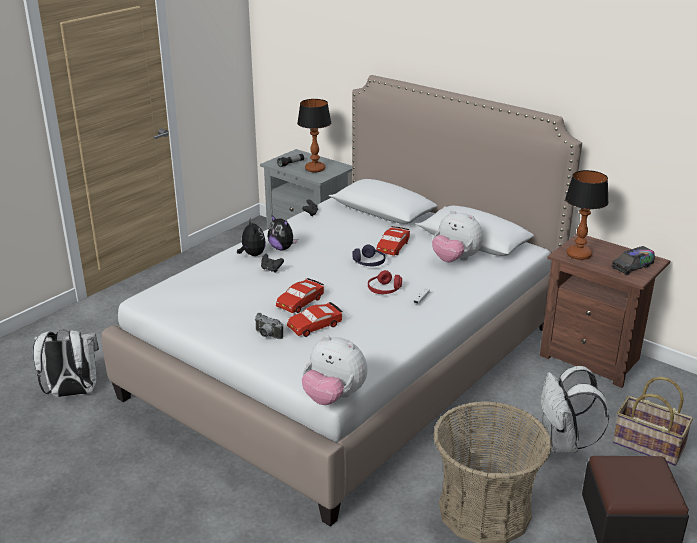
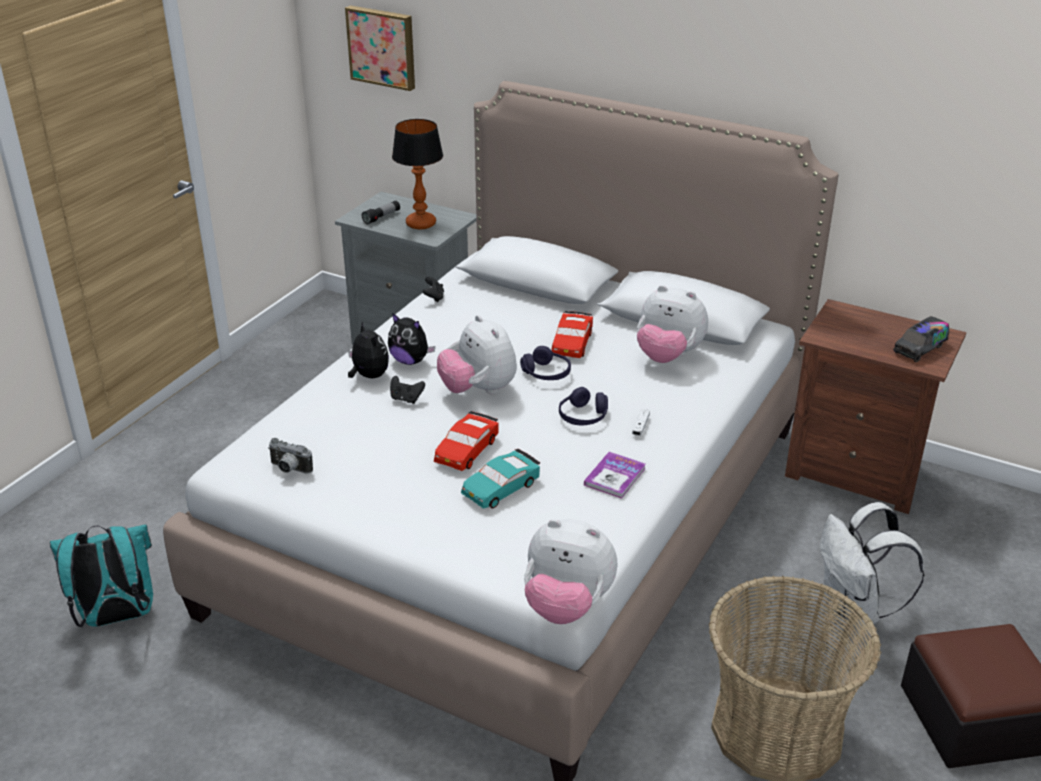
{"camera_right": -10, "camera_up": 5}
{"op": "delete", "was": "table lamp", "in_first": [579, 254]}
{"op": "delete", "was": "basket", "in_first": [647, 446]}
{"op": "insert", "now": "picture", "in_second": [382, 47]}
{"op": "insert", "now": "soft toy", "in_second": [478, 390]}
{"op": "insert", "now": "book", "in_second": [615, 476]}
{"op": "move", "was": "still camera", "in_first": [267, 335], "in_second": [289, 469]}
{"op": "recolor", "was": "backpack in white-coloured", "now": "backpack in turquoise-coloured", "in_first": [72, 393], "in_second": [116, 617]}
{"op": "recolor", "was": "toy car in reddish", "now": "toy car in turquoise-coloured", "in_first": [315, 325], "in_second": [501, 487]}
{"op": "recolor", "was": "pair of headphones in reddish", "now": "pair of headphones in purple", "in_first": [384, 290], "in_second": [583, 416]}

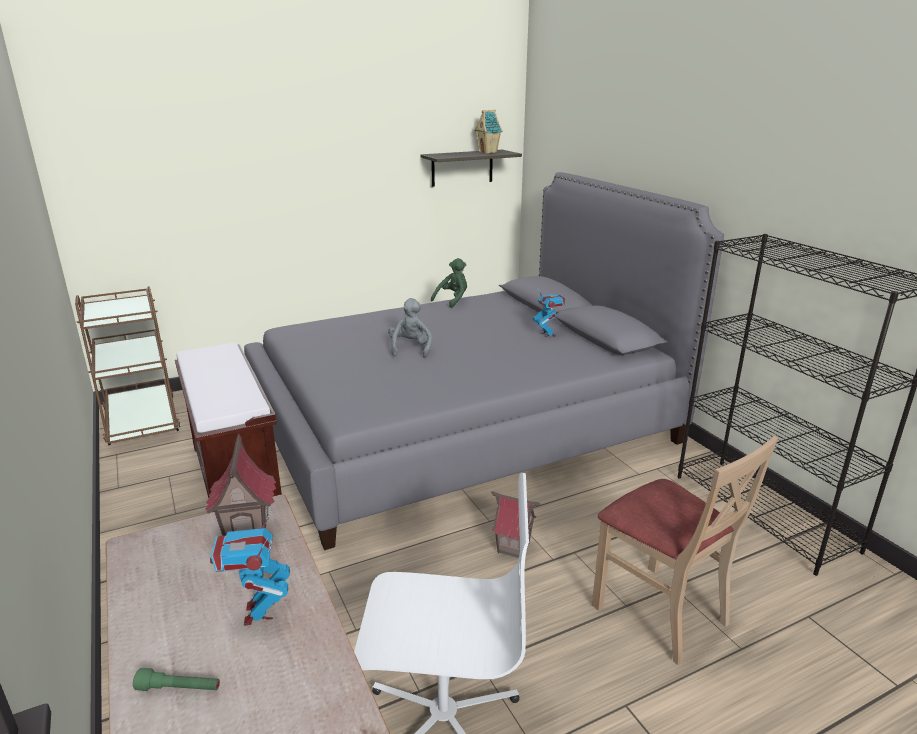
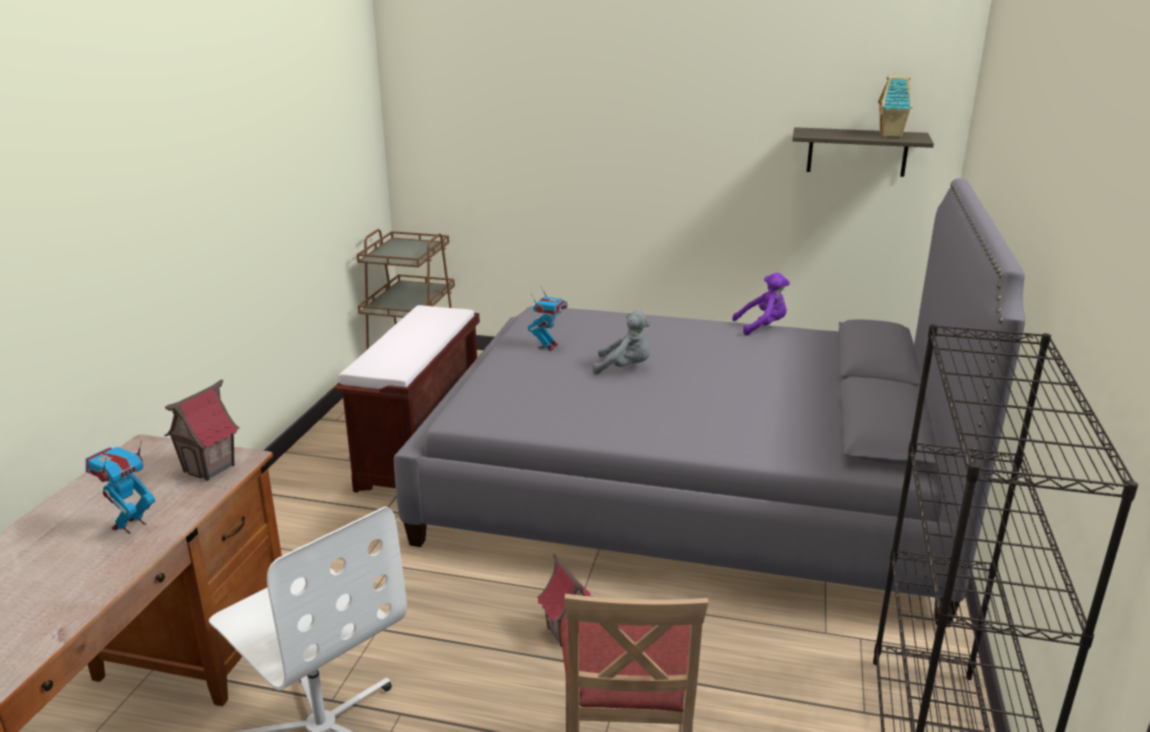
{"camera_right": 40, "camera_up": 0}
{"op": "delete", "was": "hand torch in greenish", "in_first": [179, 689]}
{"op": "move", "was": "model robot", "in_first": [548, 334], "in_second": [548, 346]}
{"op": "recolor", "was": "soft toy in greenish", "now": "soft toy in purple", "in_first": [452, 300], "in_second": [762, 327]}
{"op": "rotate", "was": "soft toy in grey", "in_first": [410, 349], "in_second": [625, 368], "clockwise": 60}

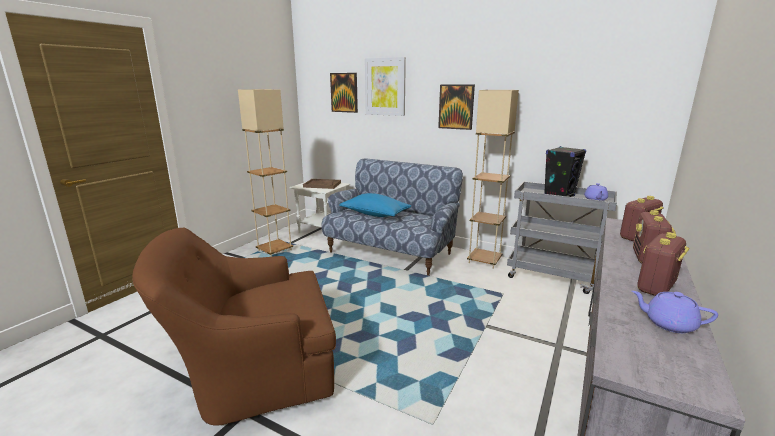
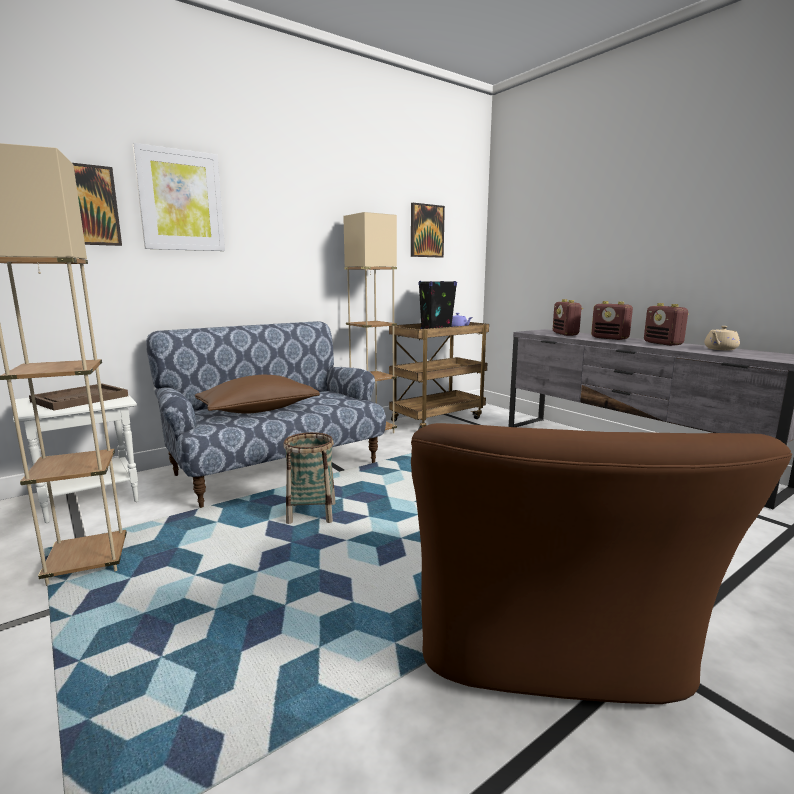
{"camera_right": -65, "camera_up": -5}
{"op": "insert", "now": "basket", "in_second": [311, 513]}
{"op": "move", "was": "picture", "in_first": [456, 107], "in_second": [426, 231]}
{"op": "recolor", "was": "cushion in bluish", "now": "cushion in brownish", "in_first": [375, 214], "in_second": [258, 410]}
{"op": "recolor", "was": "trolley in grey", "now": "trolley in brownish", "in_first": [553, 276], "in_second": [437, 419]}
{"op": "recolor", "was": "teapot in purple", "now": "teapot in sand-coloured", "in_first": [668, 324], "in_second": [720, 349]}

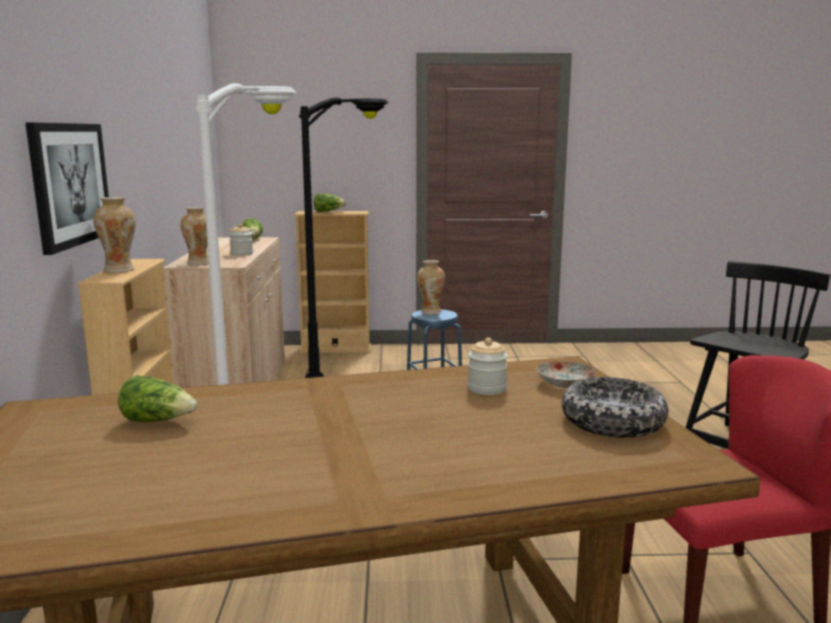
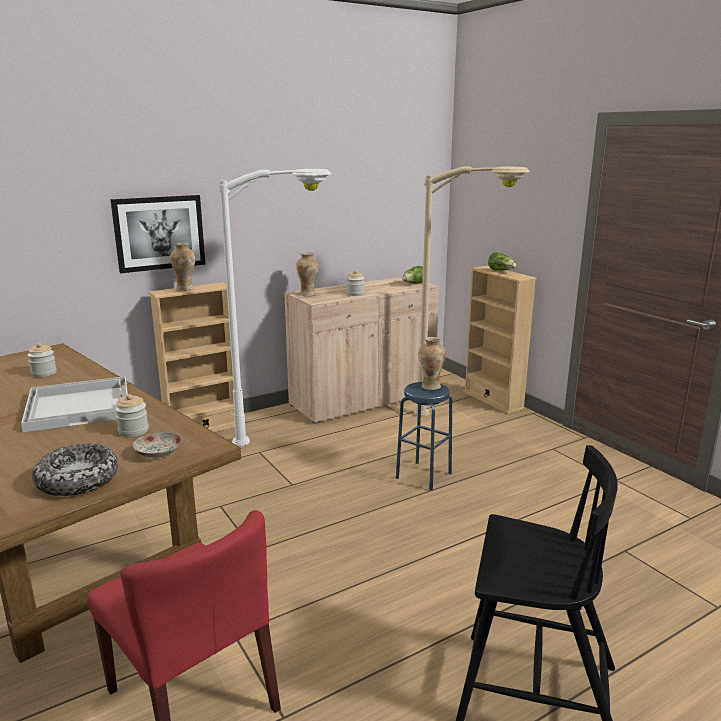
{"camera_right": 60, "camera_up": 5}
{"op": "insert", "now": "serving tray in white-coloured", "in_second": [80, 405]}
{"op": "replace", "was": "lettuce", "now": "storage jar", "in_first": [158, 421], "in_second": [44, 373]}
{"op": "recolor", "was": "standing lamp in black-coloured", "now": "standing lamp in sand-coloured", "in_first": [358, 365], "in_second": [471, 419]}

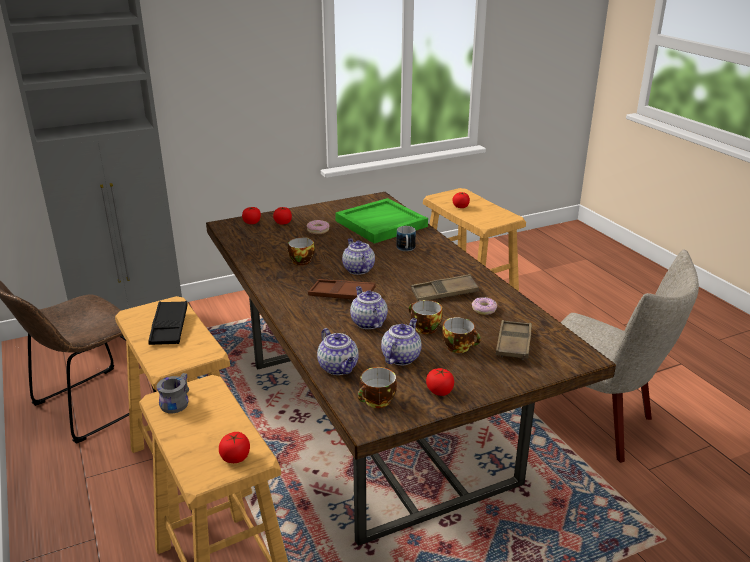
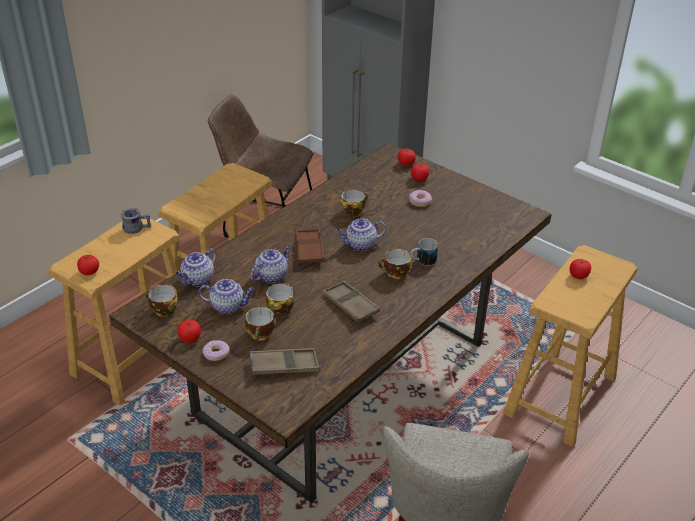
{"camera_right": 65, "camera_up": 10}
{"op": "delete", "was": "serving tray in black-coloured", "in_first": [169, 327]}
{"op": "delete", "was": "serving tray in greenish", "in_first": [381, 224]}
{"op": "insert", "now": "drinking cup", "in_second": [395, 274]}
{"op": "move", "was": "ring doughnut", "in_first": [483, 309], "in_second": [216, 353]}
{"op": "rotate", "was": "teapot", "in_first": [358, 269], "in_second": [360, 245], "clockwise": -150}

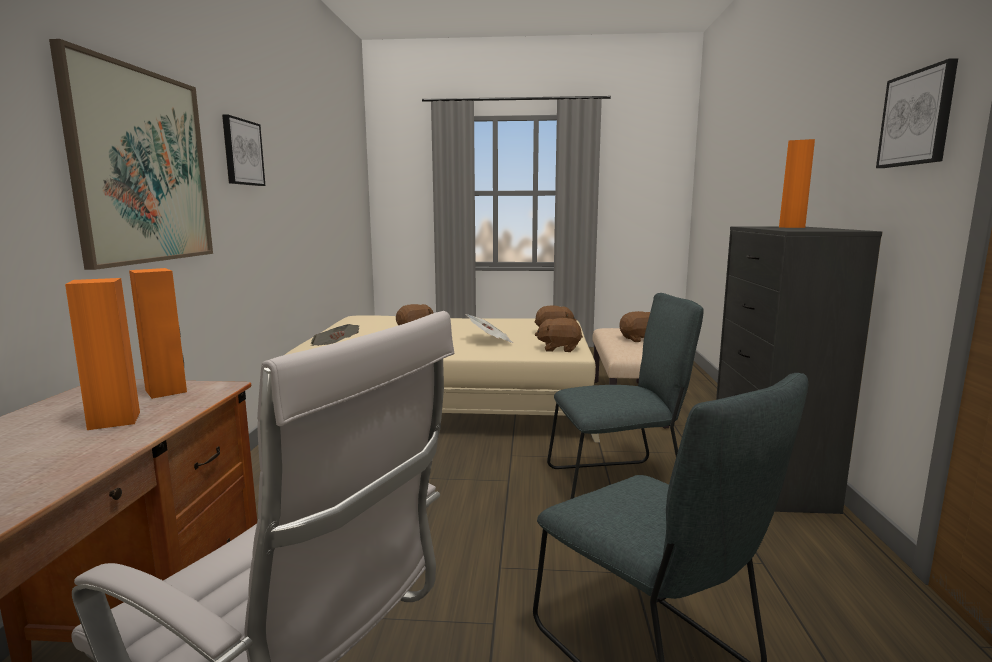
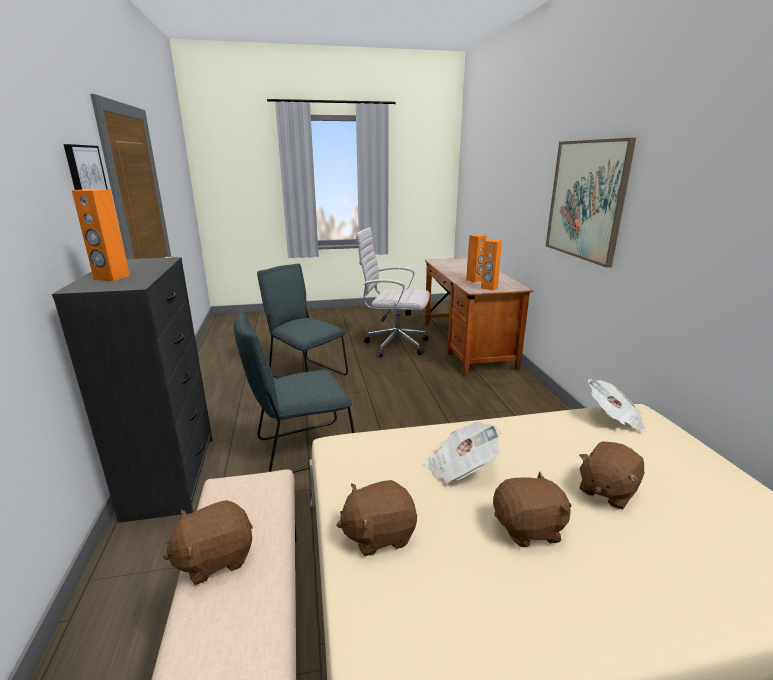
{"camera_right": 165, "camera_up": 10}
{"op": "delete", "was": "picture", "in_first": [242, 152]}
{"op": "move", "was": "soft toy in brownish", "in_first": [559, 349], "in_second": [528, 528]}

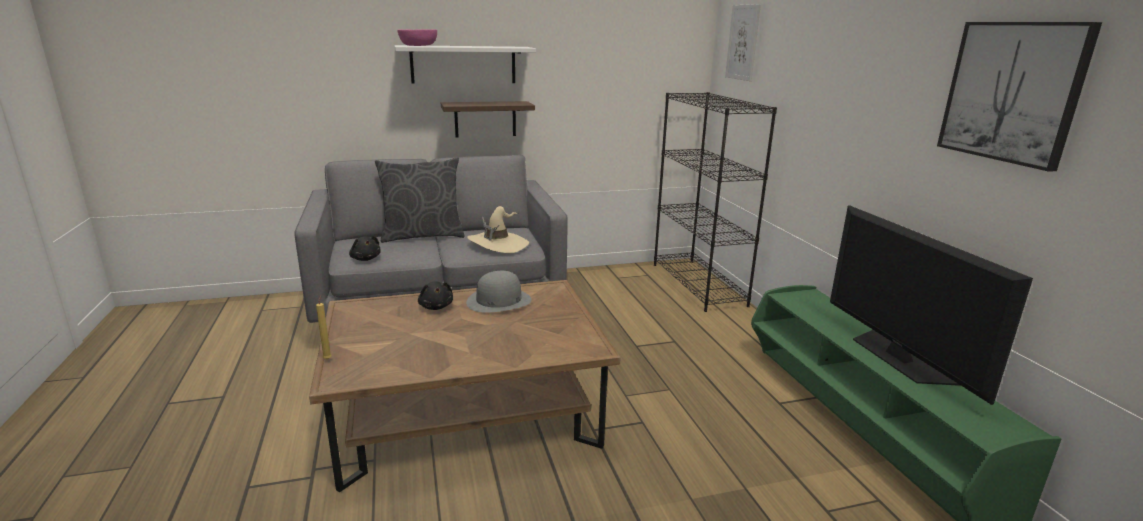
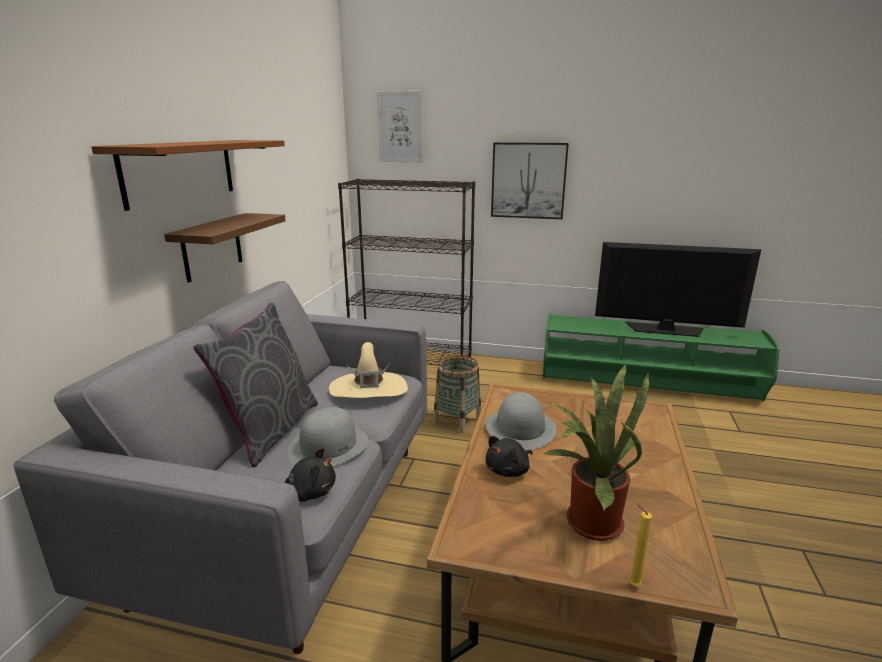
{"camera_right": -60, "camera_up": 0}
{"op": "delete", "was": "serving bowl in pinkish", "in_first": [418, 45]}
{"op": "insert", "now": "hat in grey", "in_second": [328, 446]}
{"op": "insert", "now": "basket", "in_second": [457, 420]}
{"op": "insert", "now": "houseplant", "in_second": [588, 520]}
{"op": "move", "was": "picture", "in_first": [1012, 92], "in_second": [528, 180]}
{"op": "recolor", "was": "bracket shelf in white-coloured", "now": "bracket shelf in brownish", "in_first": [463, 64], "in_second": [180, 171]}
{"op": "rotate", "was": "soft toy in black-coloured", "in_first": [436, 306], "in_second": [509, 470], "clockwise": 135}

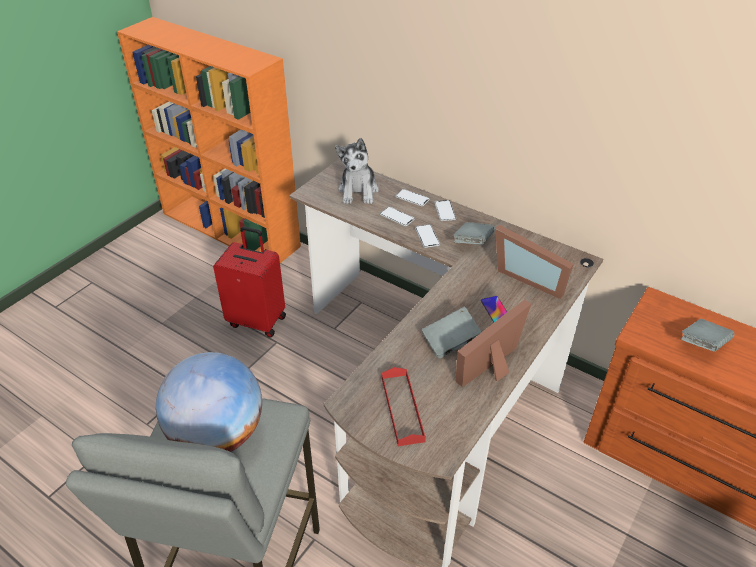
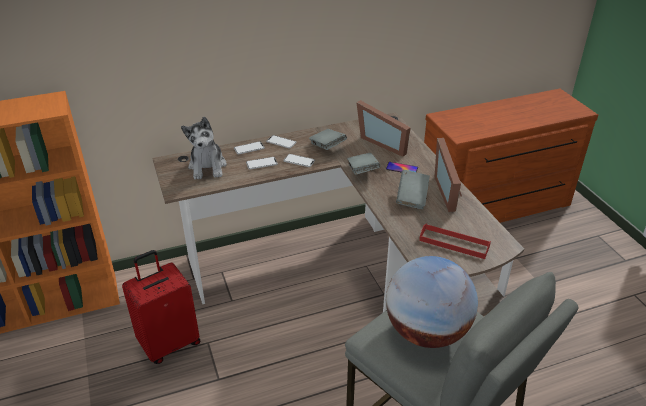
{"camera_right": -55, "camera_up": -5}
{"op": "move", "was": "book in grey", "in_first": [702, 344], "in_second": [362, 171]}
{"op": "rotate", "was": "soft toy", "in_first": [358, 191], "in_second": [208, 166], "clockwise": 45}
{"op": "rotate", "was": "standing frame", "in_first": [530, 277], "in_second": [384, 142], "clockwise": 60}

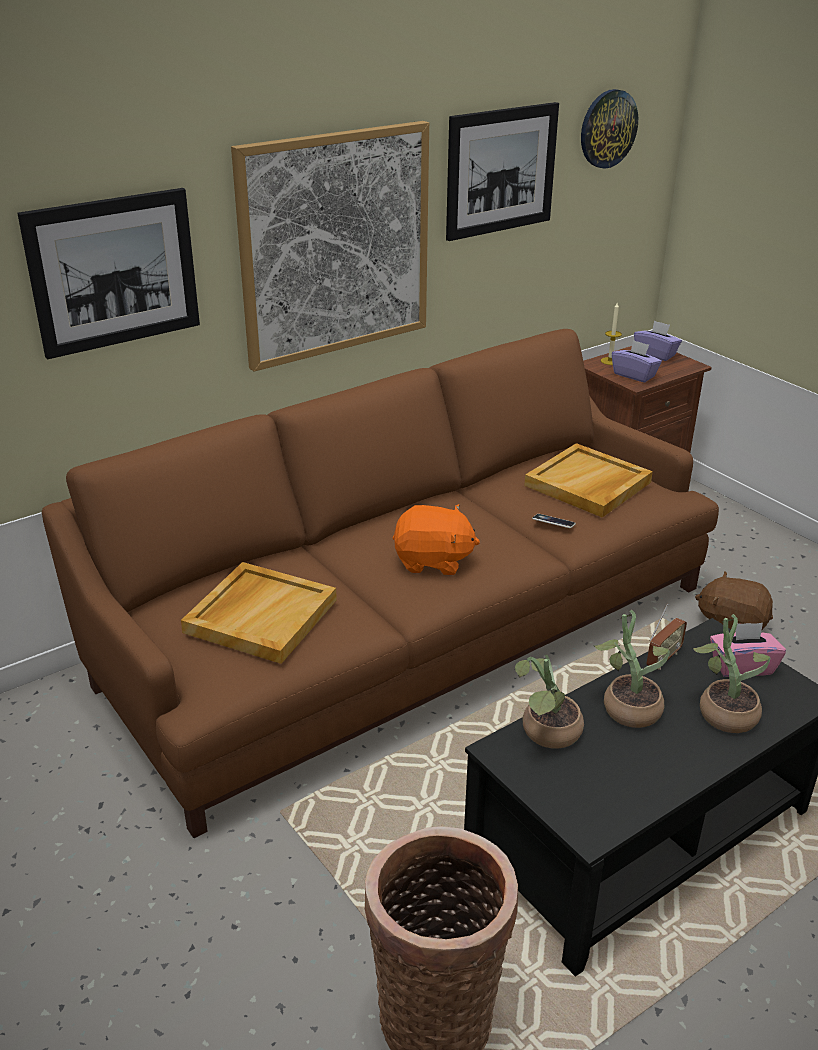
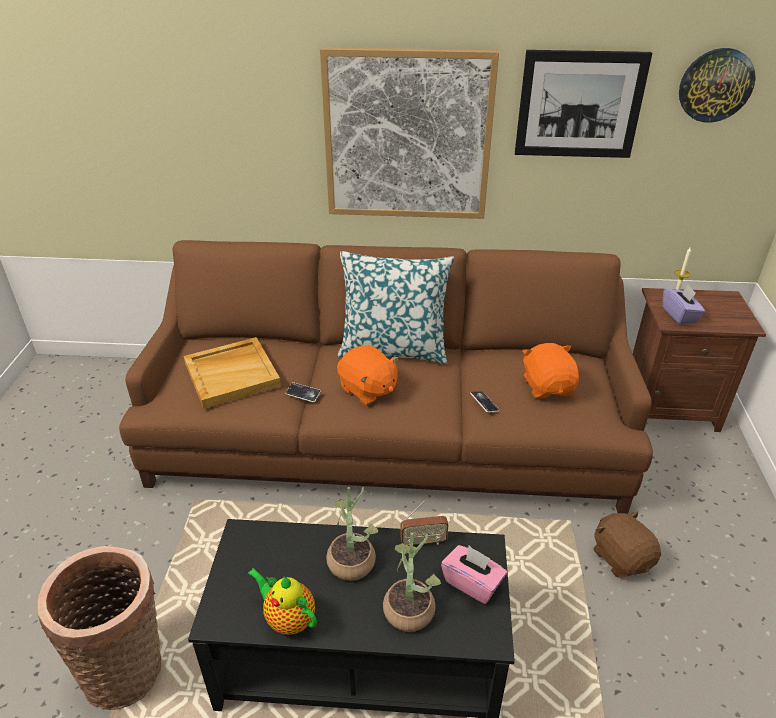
{"camera_right": 40, "camera_up": 5}
{"op": "delete", "was": "picture", "in_first": [114, 272]}
{"op": "delete", "was": "houseplant", "in_first": [546, 734]}
{"op": "delete", "was": "tissue box in purple", "in_first": [655, 354]}
{"op": "insert", "now": "teapot", "in_second": [288, 618]}
{"op": "insert", "now": "phone", "in_second": [303, 394]}
{"op": "insert", "now": "cushion", "in_second": [394, 349]}
{"op": "replace", "was": "serving tray in sand-coloured", "now": "soft toy in orangey", "in_first": [588, 484], "in_second": [548, 387]}

